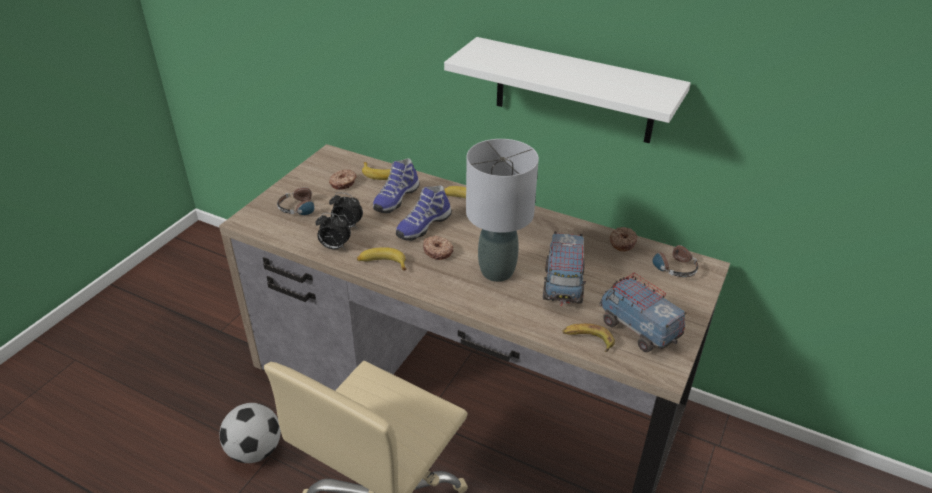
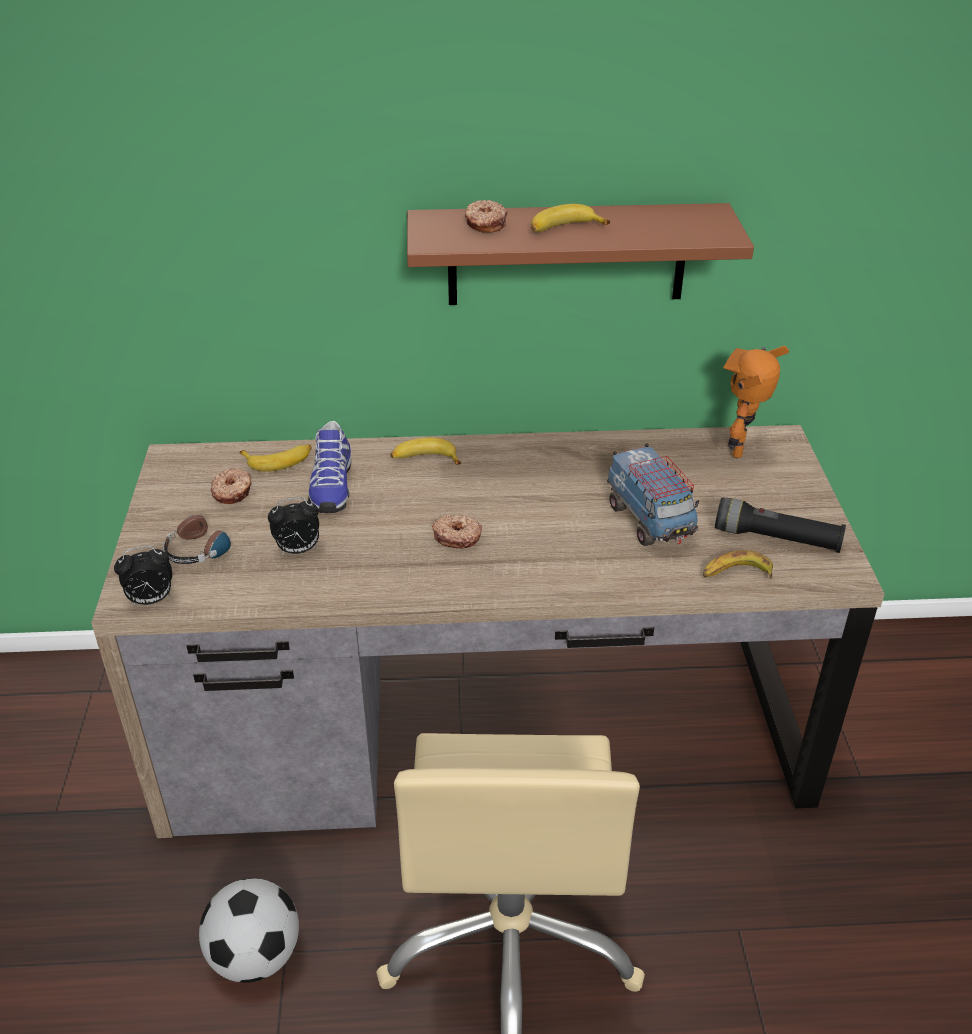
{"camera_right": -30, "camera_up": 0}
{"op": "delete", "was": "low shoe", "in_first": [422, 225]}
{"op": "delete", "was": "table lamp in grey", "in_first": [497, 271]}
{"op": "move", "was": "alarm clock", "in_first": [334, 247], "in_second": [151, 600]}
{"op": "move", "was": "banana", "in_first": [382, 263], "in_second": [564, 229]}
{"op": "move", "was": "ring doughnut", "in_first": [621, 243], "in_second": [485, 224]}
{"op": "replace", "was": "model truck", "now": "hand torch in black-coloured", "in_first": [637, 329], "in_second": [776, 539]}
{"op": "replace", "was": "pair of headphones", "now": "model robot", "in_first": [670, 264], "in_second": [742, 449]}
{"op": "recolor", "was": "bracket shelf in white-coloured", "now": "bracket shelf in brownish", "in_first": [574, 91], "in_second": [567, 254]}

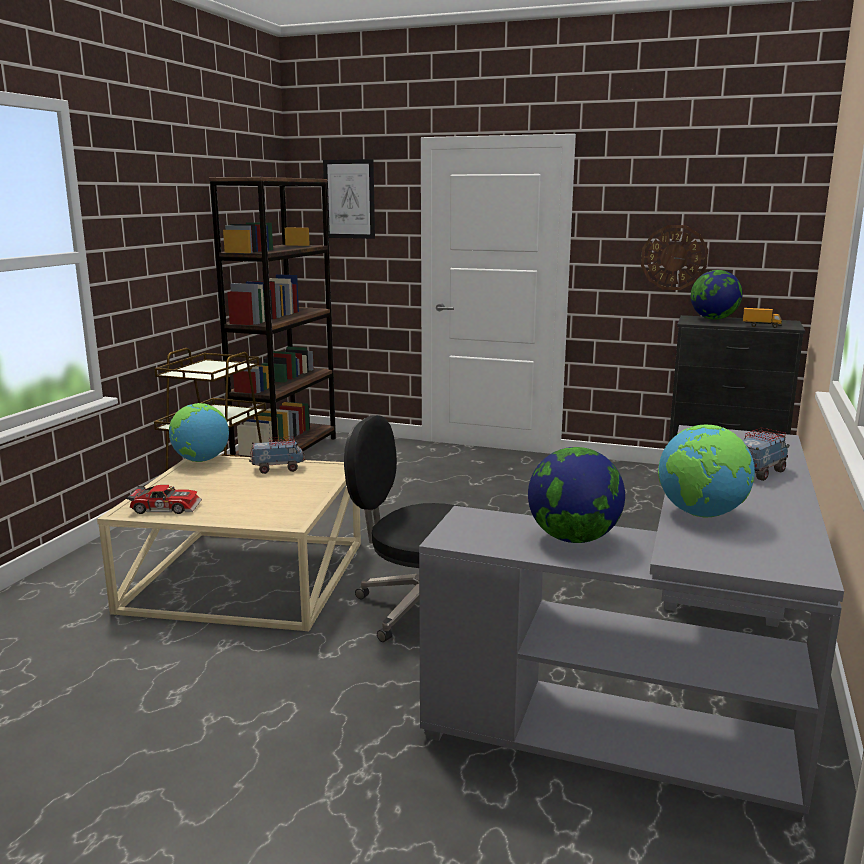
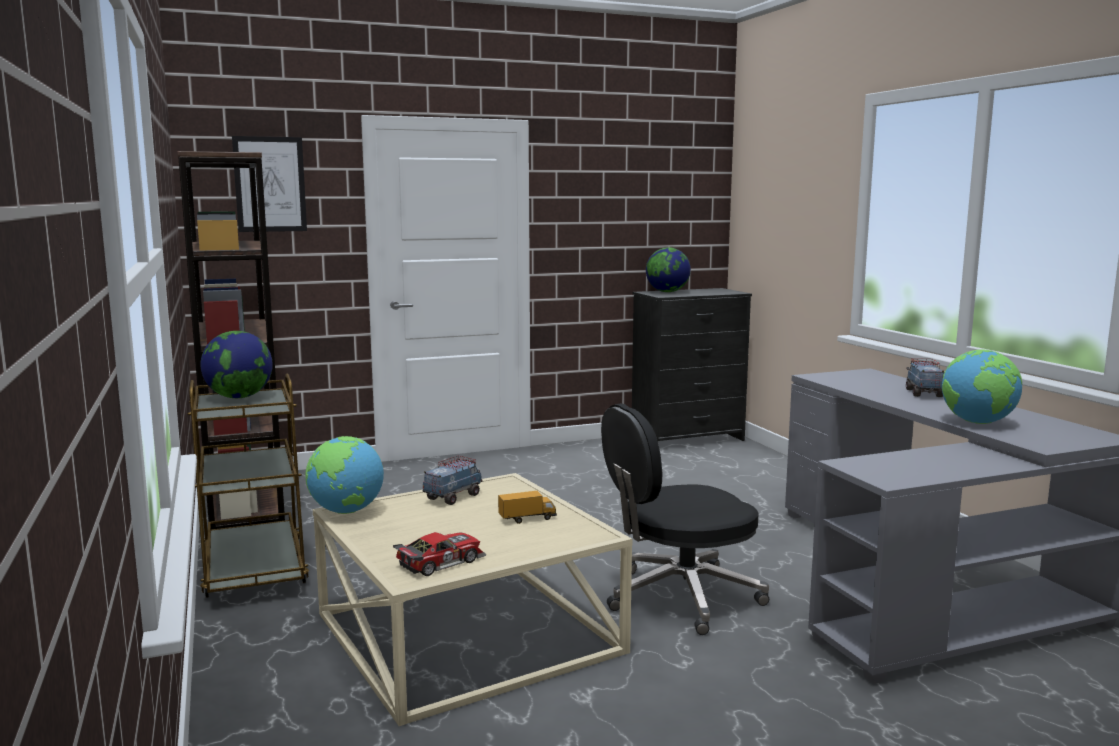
{"camera_right": -40, "camera_up": -5}
{"op": "delete", "was": "hanging clock", "in_first": [674, 257]}
{"op": "move", "was": "world globe", "in_first": [573, 538], "in_second": [239, 397]}
{"op": "move", "was": "model truck", "in_first": [761, 326], "in_second": [527, 519]}

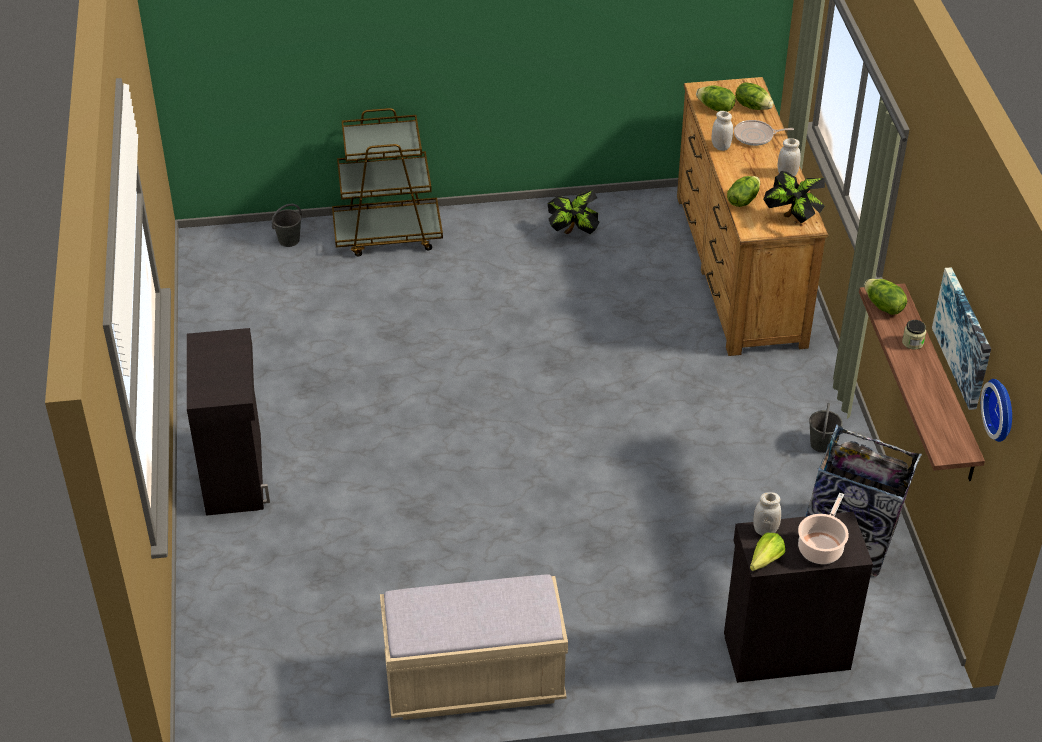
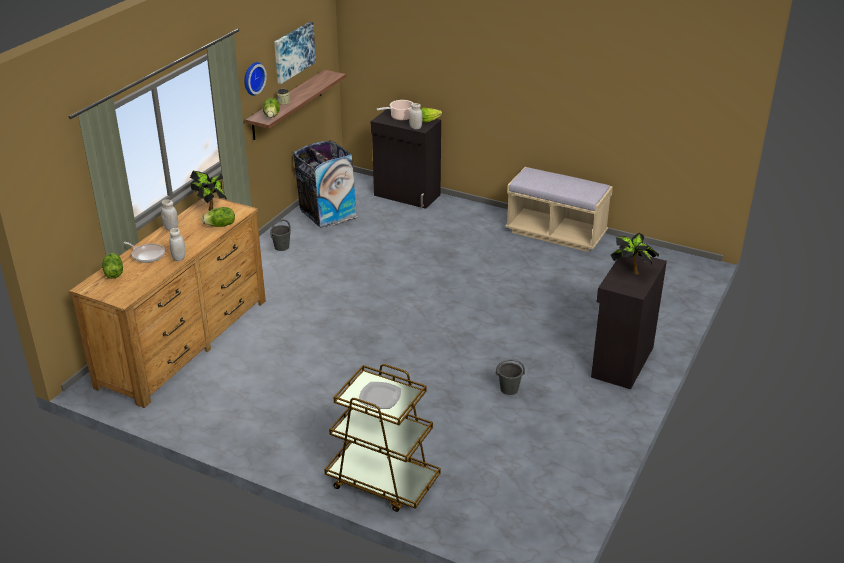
{"camera_right": -145, "camera_up": -10}
{"op": "delete", "was": "lettuce", "in_first": [715, 108]}
{"op": "insert", "now": "flat dish", "in_second": [380, 397]}
{"op": "move", "was": "water bucket in grey", "in_first": [289, 240], "in_second": [508, 389]}
{"op": "move", "was": "houseplant", "in_first": [573, 233], "in_second": [632, 270]}
{"op": "move", "was": "hanging clock", "in_first": [1002, 409], "in_second": [252, 78]}

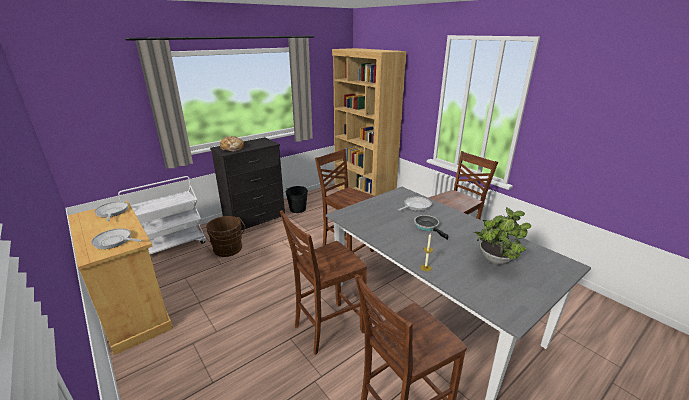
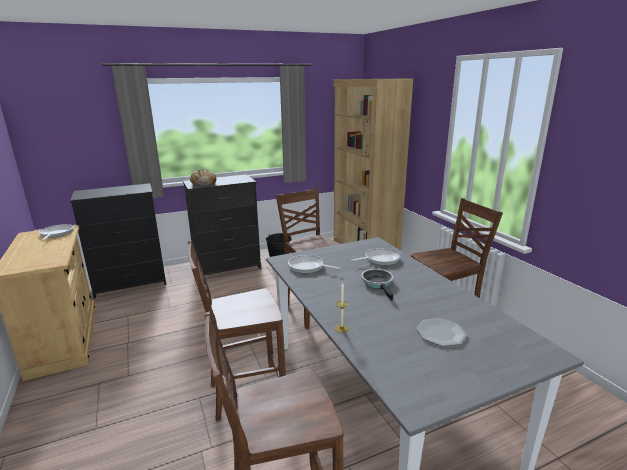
{"camera_right": 15, "camera_up": -5}
{"op": "delete", "was": "water bucket in brownish", "in_first": [228, 250]}
{"op": "move", "was": "frying pan", "in_first": [114, 241], "in_second": [308, 267]}
{"op": "replace", "was": "trolley in white-coloured", "now": "dresser in black-coloured", "in_first": [171, 247], "in_second": [131, 284]}
{"op": "replace", "was": "houseplant", "now": "flat dish", "in_first": [495, 261], "in_second": [441, 333]}

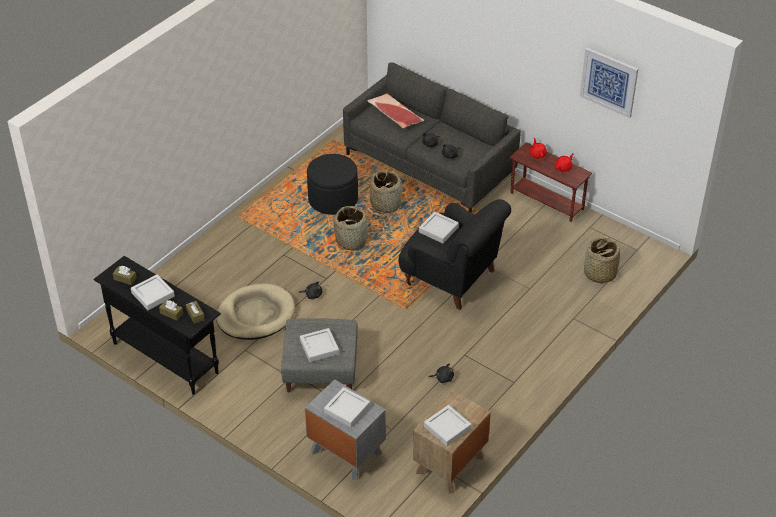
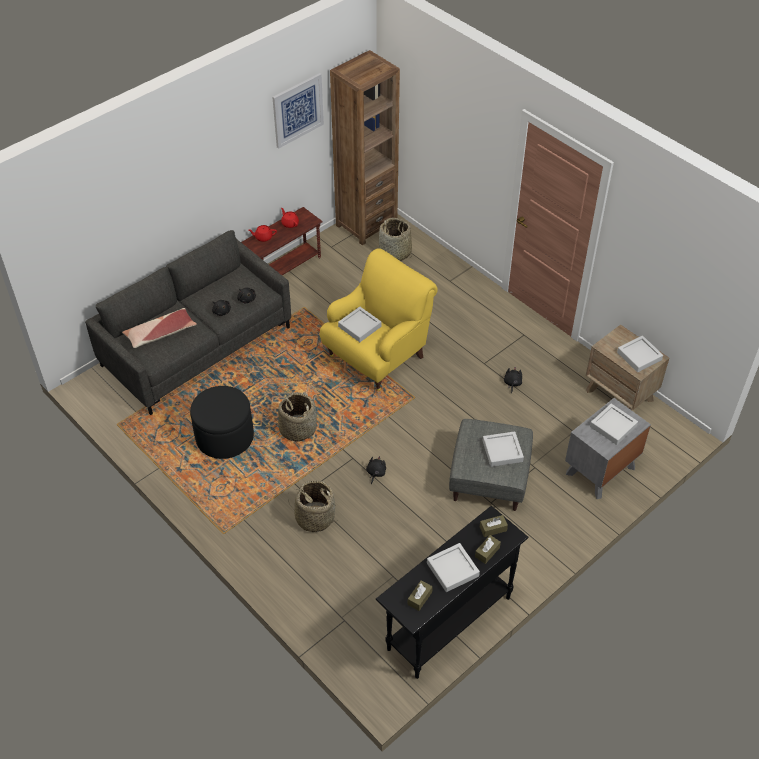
{"camera_right": -80, "camera_up": 5}
{"op": "delete", "was": "dog bed in sand-coloured", "in_first": [255, 315]}
{"op": "insert", "now": "bookcase in brownish", "in_second": [366, 224]}
{"op": "move", "was": "basket", "in_first": [386, 203], "in_second": [315, 517]}
{"op": "recolor", "was": "armchair in black-coloured", "now": "armchair in yellow", "in_first": [452, 278], "in_second": [377, 356]}

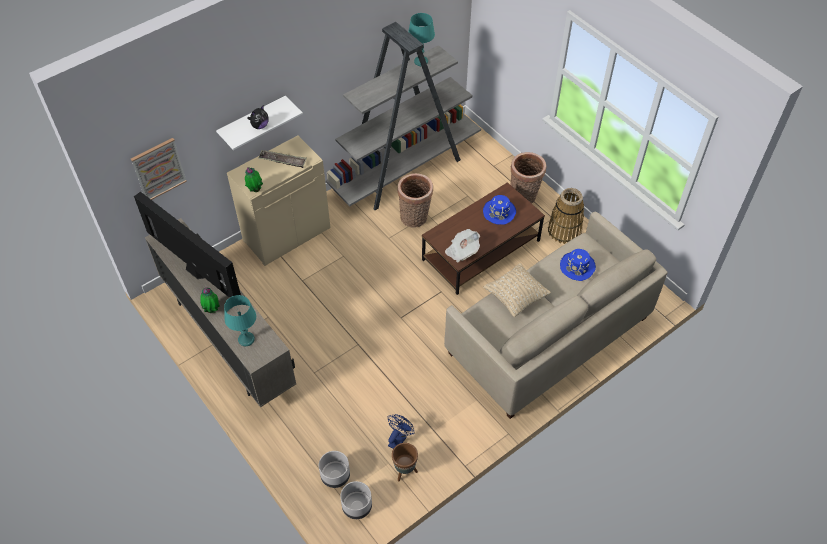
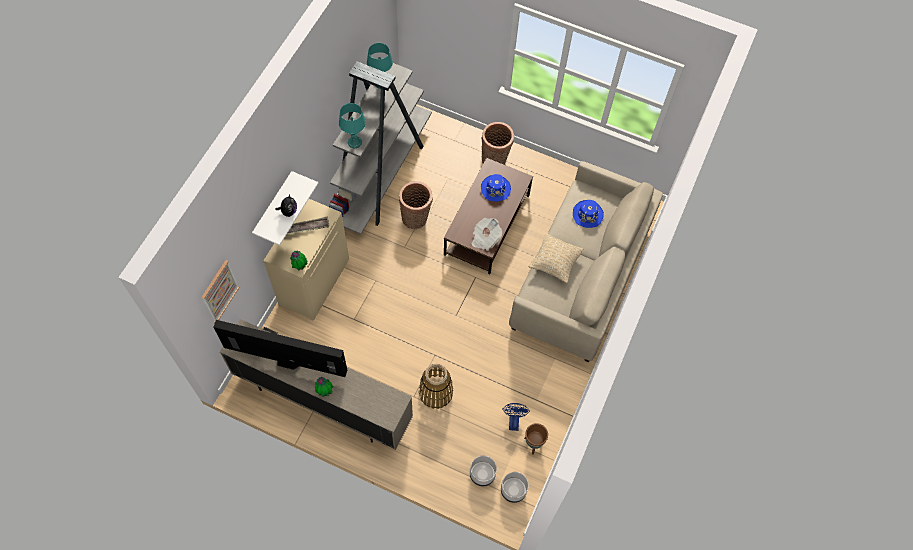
{"camera_right": -30, "camera_up": 10}
{"op": "move", "was": "table lamp in turquoise-coloured", "in_first": [246, 339], "in_second": [354, 142]}
{"op": "move", "was": "basket", "in_first": [564, 230], "in_second": [435, 392]}

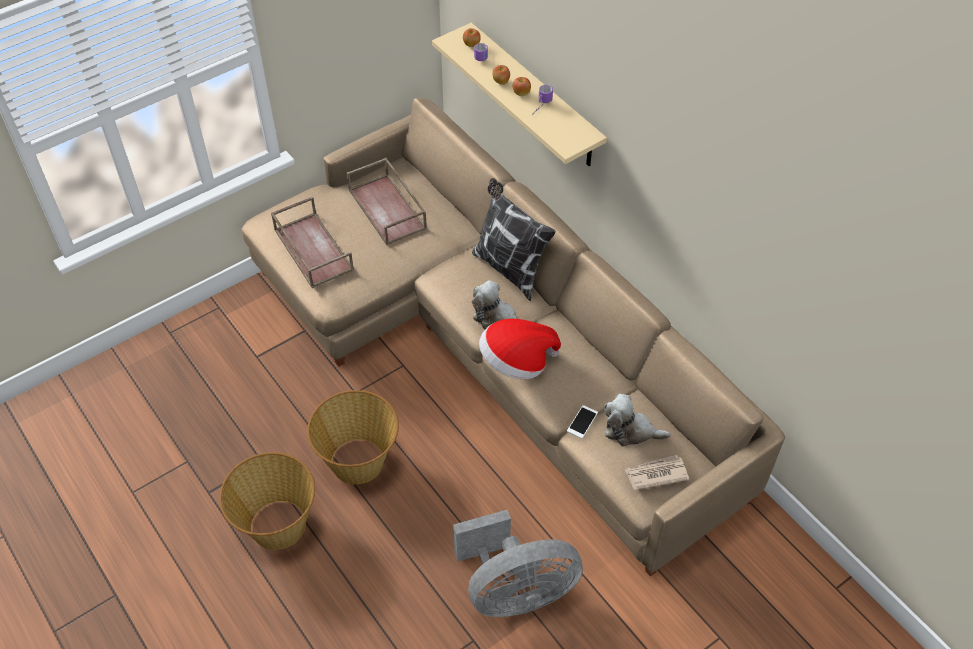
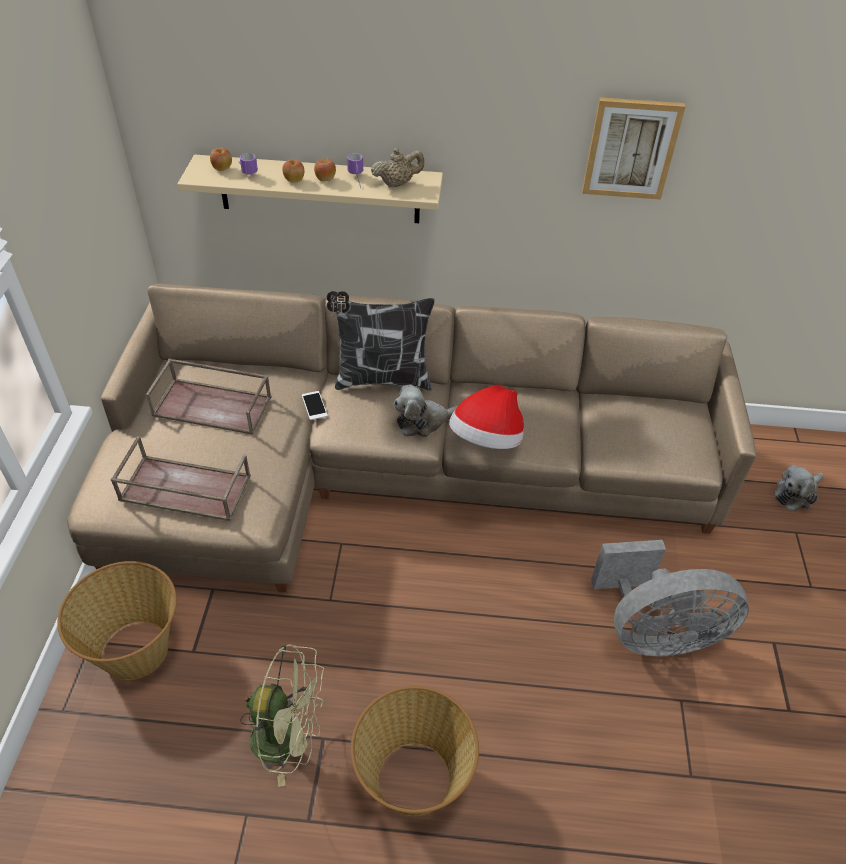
{"camera_right": -50, "camera_up": -5}
{"op": "delete", "was": "printed paper", "in_first": [655, 474]}
{"op": "insert", "now": "fan in greenish", "in_second": [288, 738]}
{"op": "insert", "now": "teapot in sand-coloured", "in_second": [397, 184]}
{"op": "insert", "now": "picture", "in_second": [630, 148]}
{"op": "move", "was": "basket", "in_first": [358, 461], "in_second": [136, 649]}
{"op": "move", "was": "phone", "in_first": [582, 422], "in_second": [314, 405]}
{"op": "move", "was": "soft toy", "in_first": [630, 430], "in_second": [796, 494]}
{"op": "rotate", "was": "fan in grey", "in_first": [515, 592], "in_second": [654, 632], "clockwise": 60}

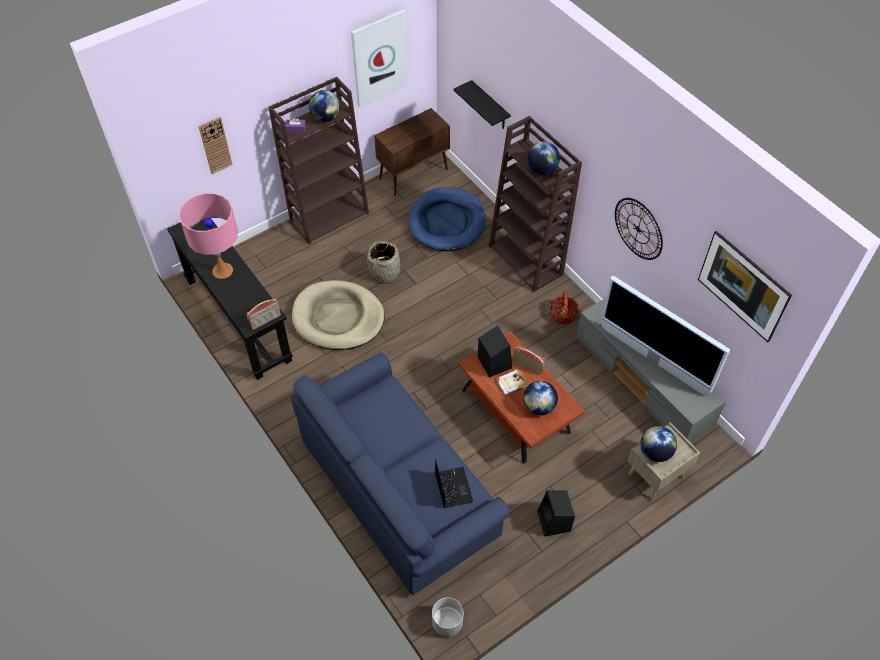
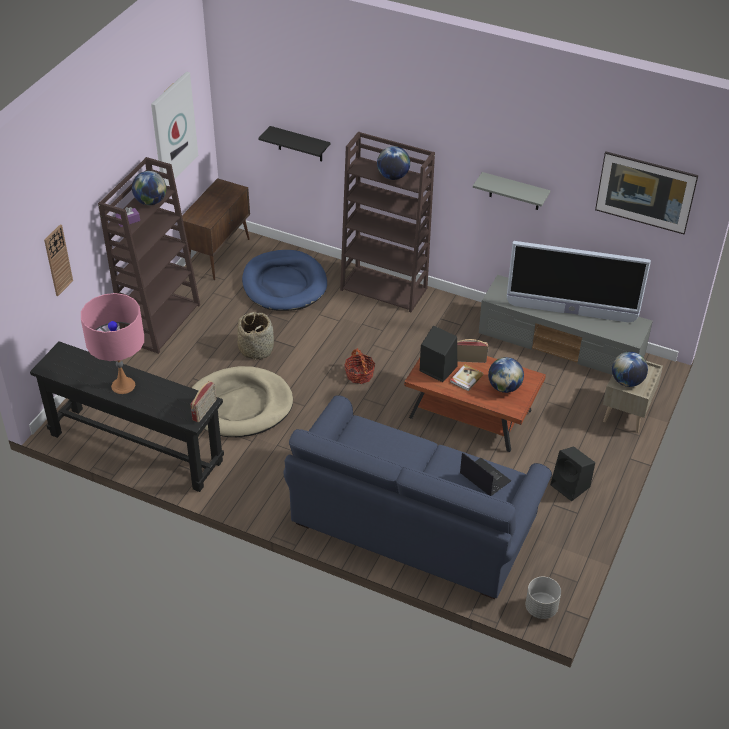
{"camera_right": -30, "camera_up": -10}
{"op": "move", "was": "basket", "in_first": [563, 315], "in_second": [359, 375]}
{"op": "replace", "was": "hanging clock", "now": "bracket shelf in grey", "in_first": [638, 229], "in_second": [514, 192]}

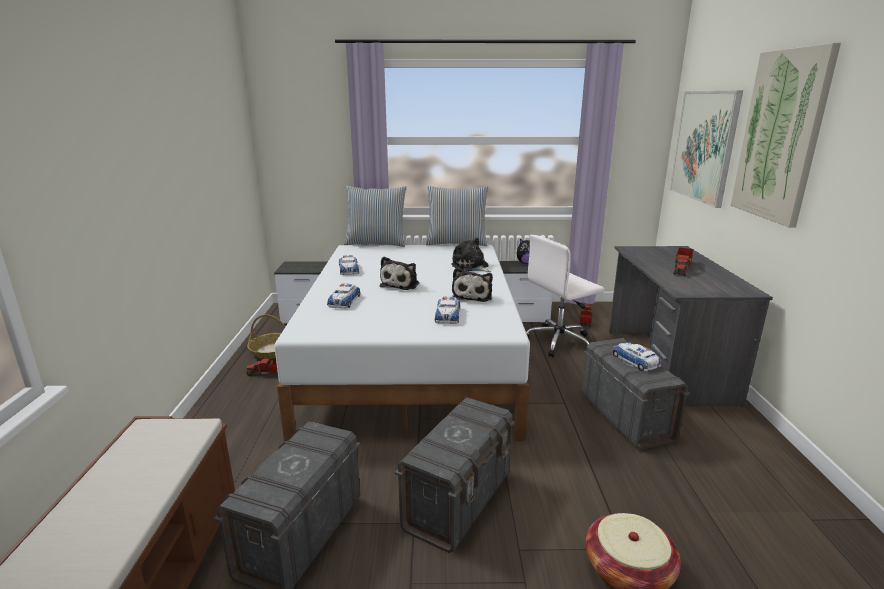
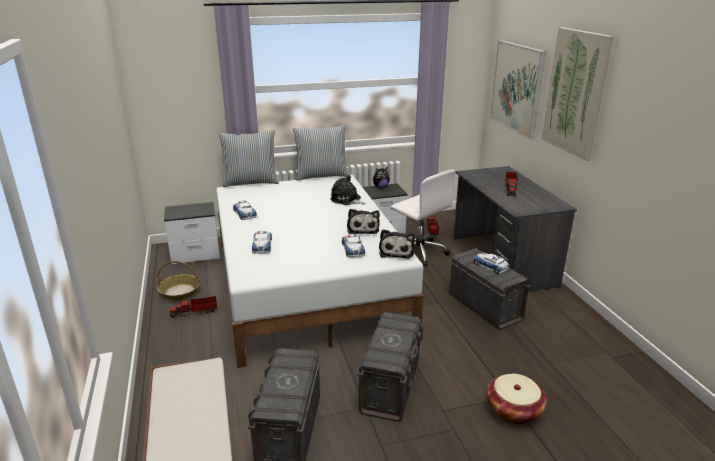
{"camera_right": -15, "camera_up": 5}
{"op": "move", "was": "soft toy", "in_first": [401, 284], "in_second": [396, 251]}
{"op": "rotate", "was": "computer chair in white-coloured", "in_first": [559, 342], "in_second": [418, 252], "clockwise": -90}

